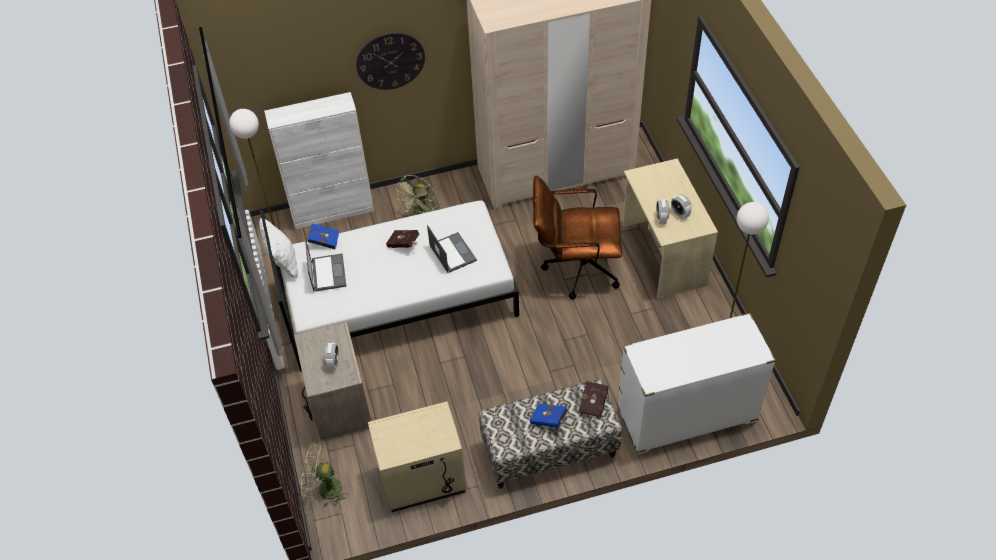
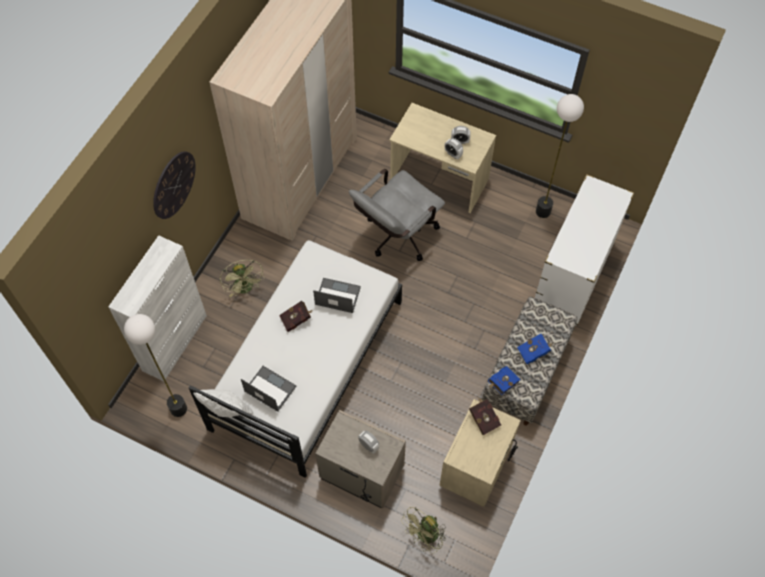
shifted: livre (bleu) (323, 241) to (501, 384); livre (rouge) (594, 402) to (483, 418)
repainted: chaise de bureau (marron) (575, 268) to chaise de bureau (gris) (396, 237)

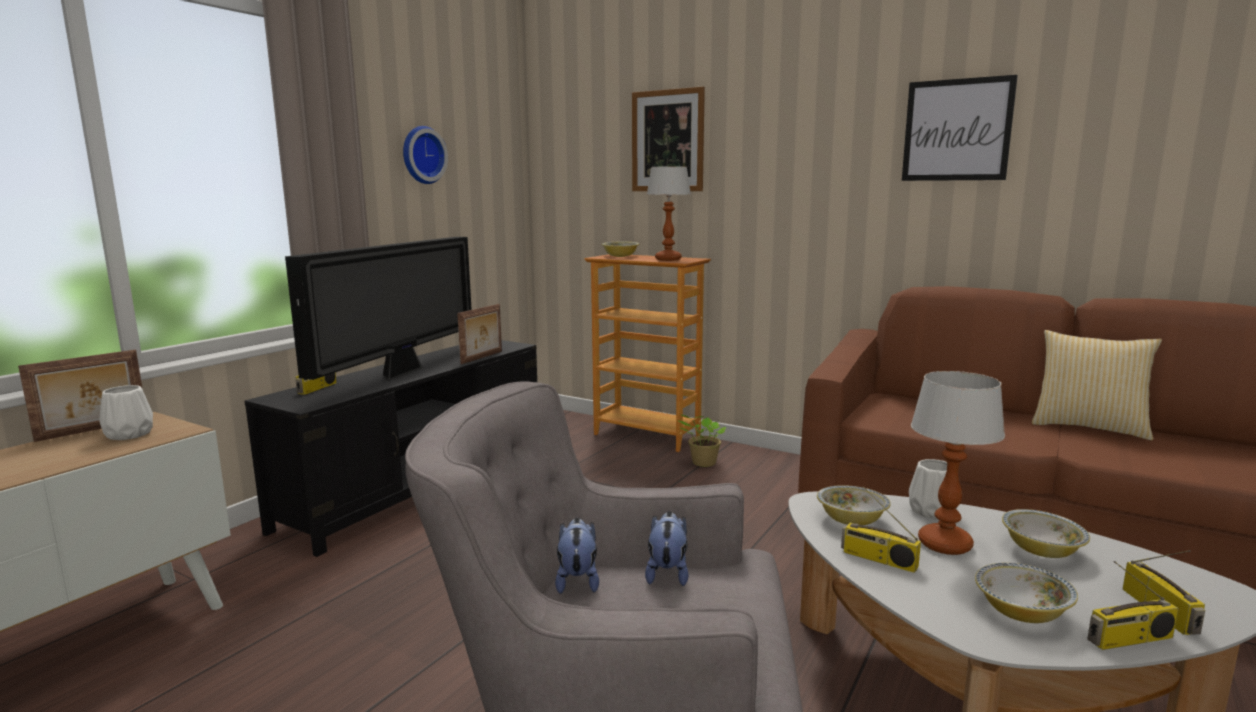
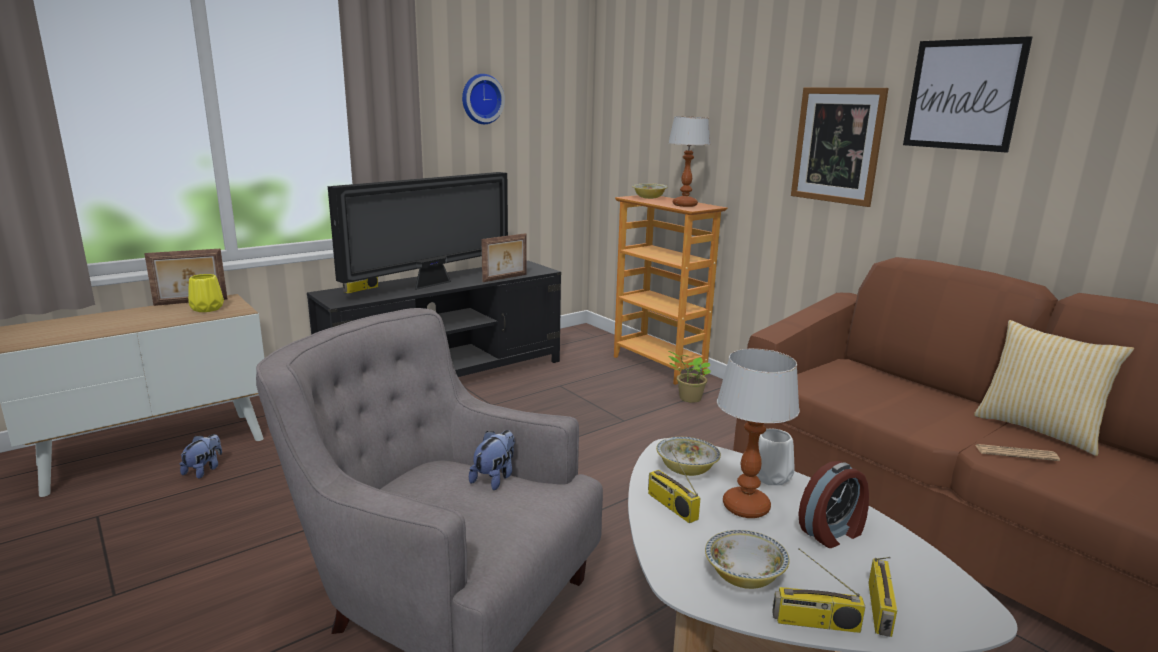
new: journal (1016, 453)
shifted: tableau (667, 141) to (837, 145); peluche (577, 580) to (204, 470)
swapped: bol (1041, 550) to réveil (832, 532)
repainted: vase (blanc) (128, 435) to vase (jaune) (206, 309)

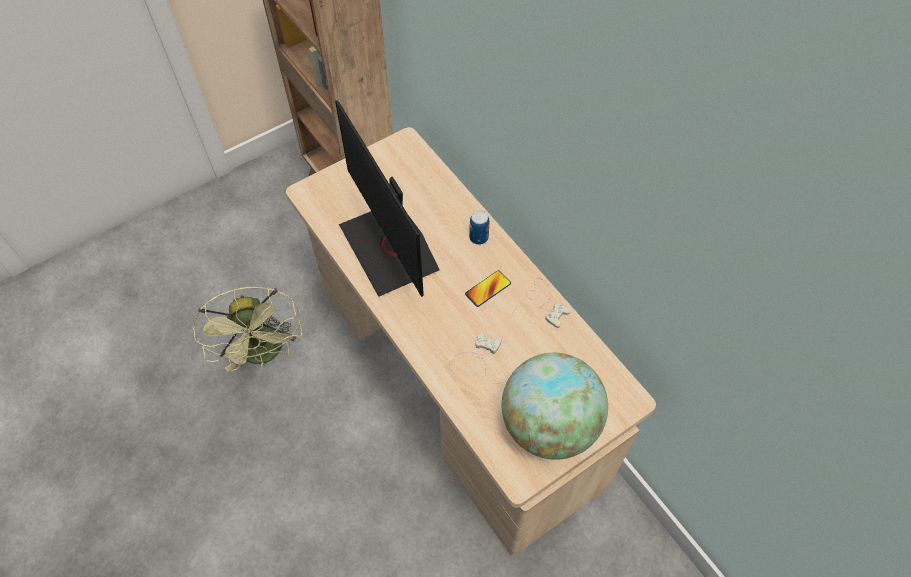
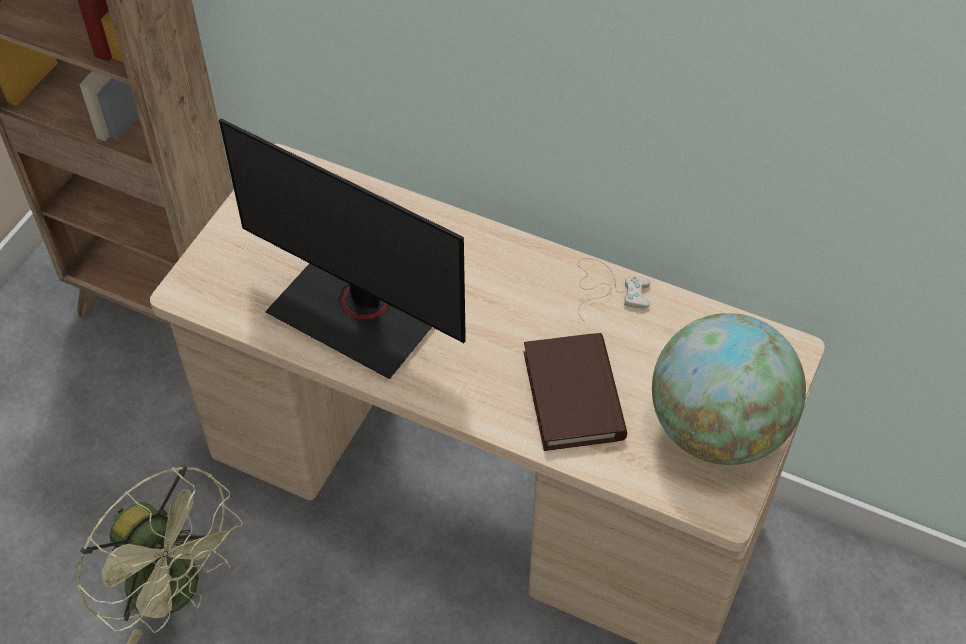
gone: boîte métallique (478, 237); téléphone (488, 289)
swapped: manette (blanc) (476, 359) to livre (marron) (573, 395)

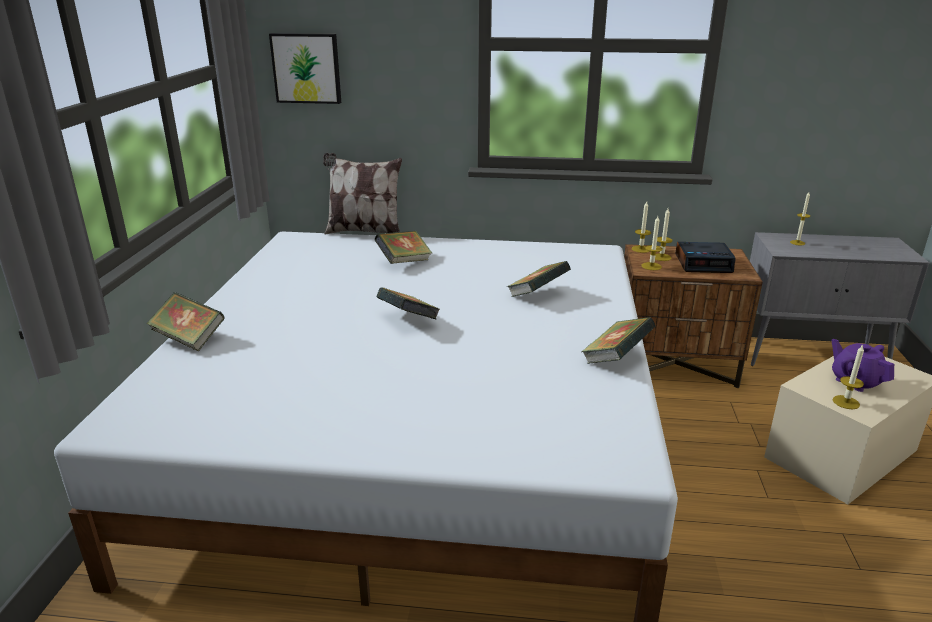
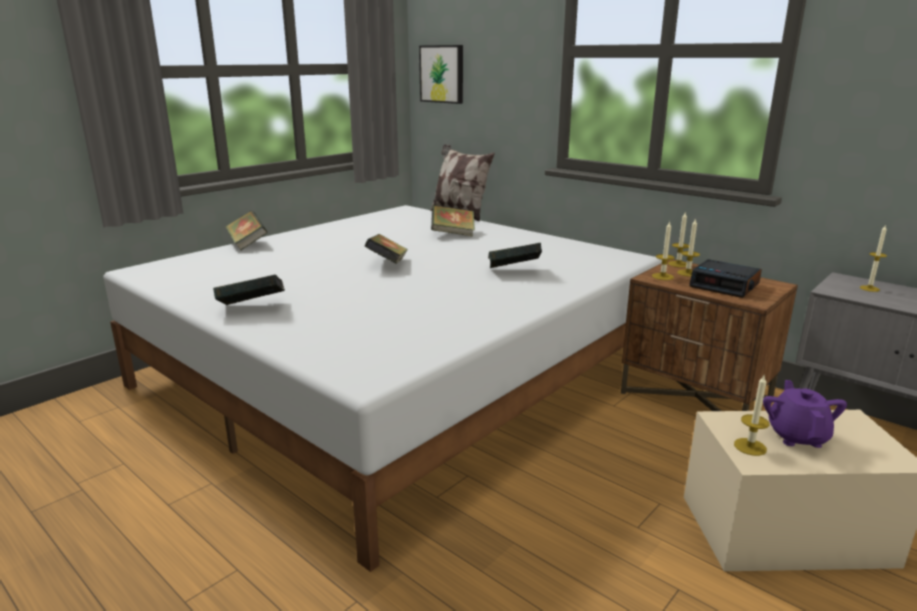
shifted: livre (616, 358) to (252, 308)

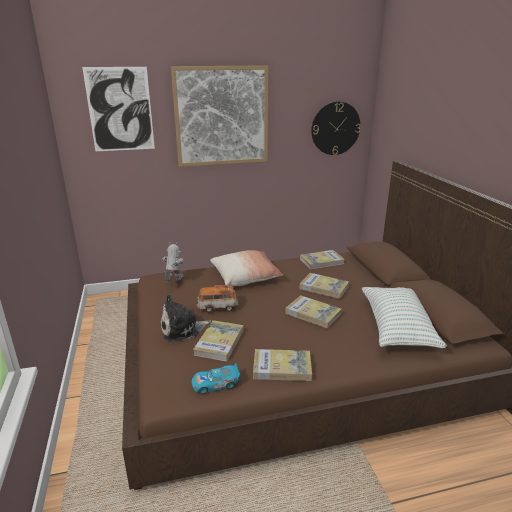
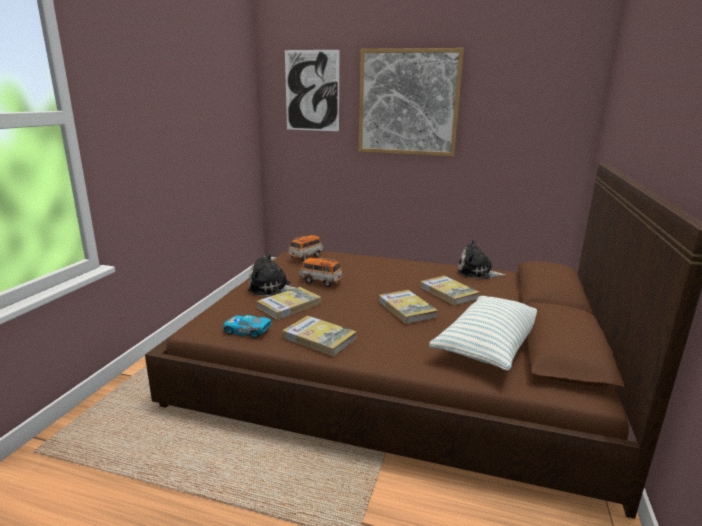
gone: horloge murale (335, 128); coussin (246, 277)
swapped: robot jouet (174, 283) to petite voiture (306, 256); livre (321, 261) to peluche (477, 272)

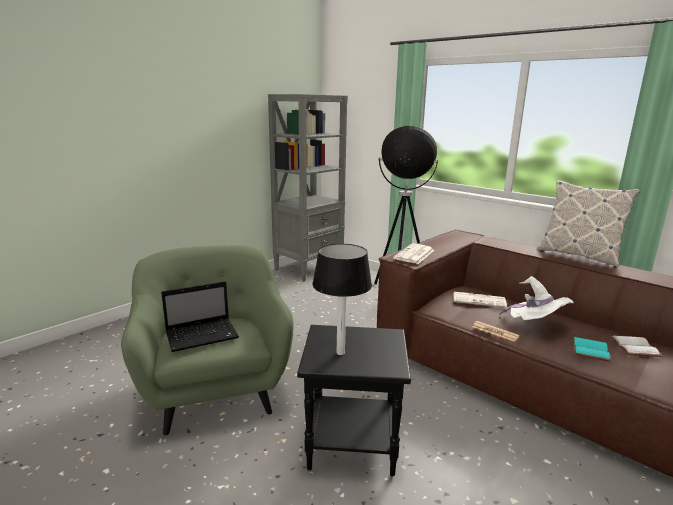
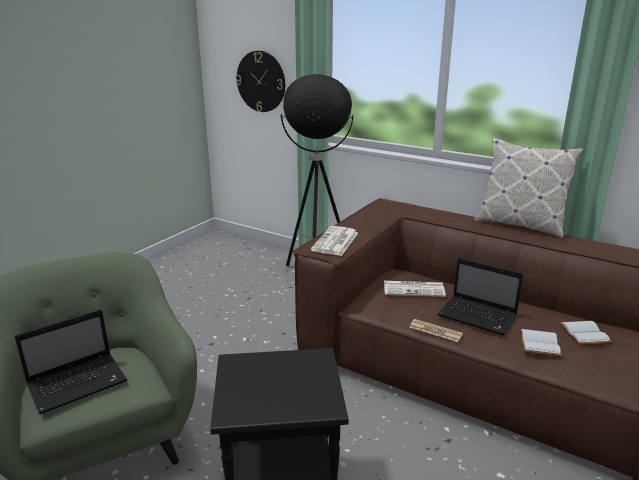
gone: bibliothèque (gris) (309, 268); lampe de table (340, 352)
new: horloge murale (261, 81)
swapped: chapeau (blanc) (535, 325) to ordinateur portable (479, 316)
repainted: livre (turquoise) (589, 349) to livre (blanc) (538, 343)

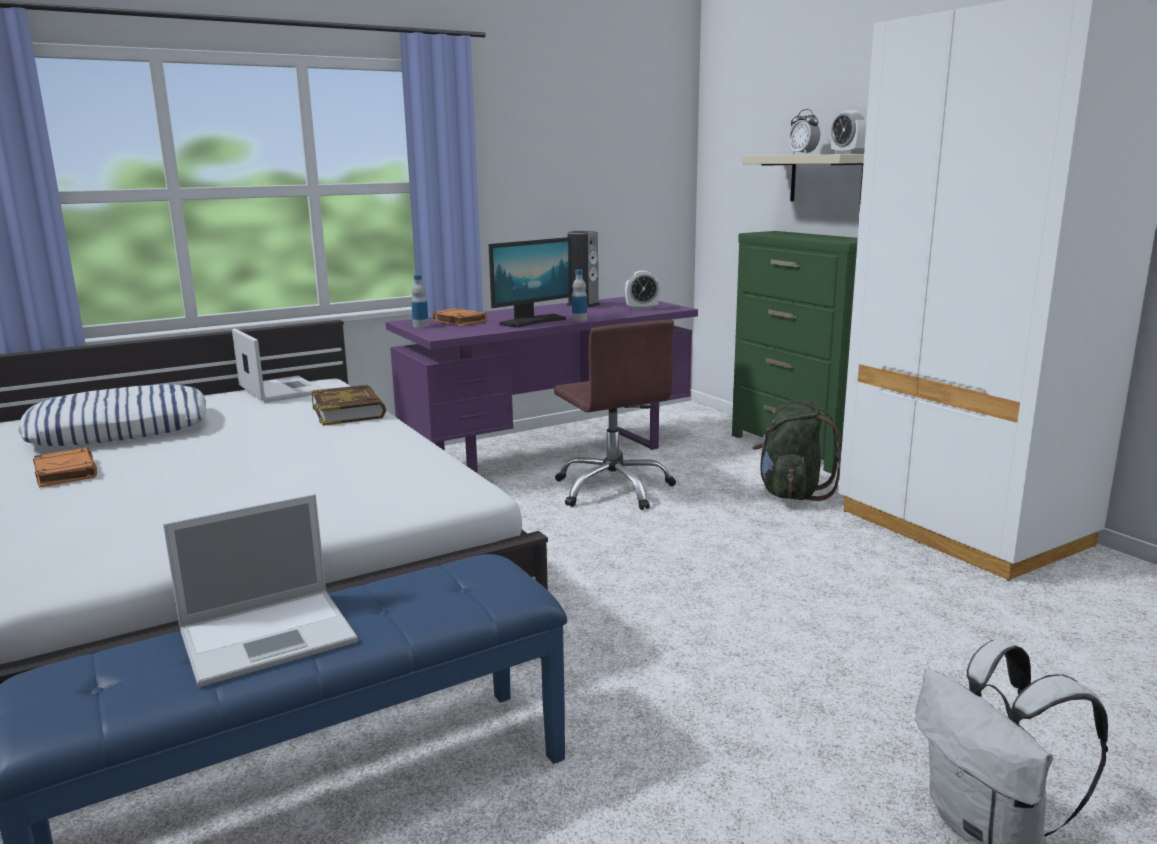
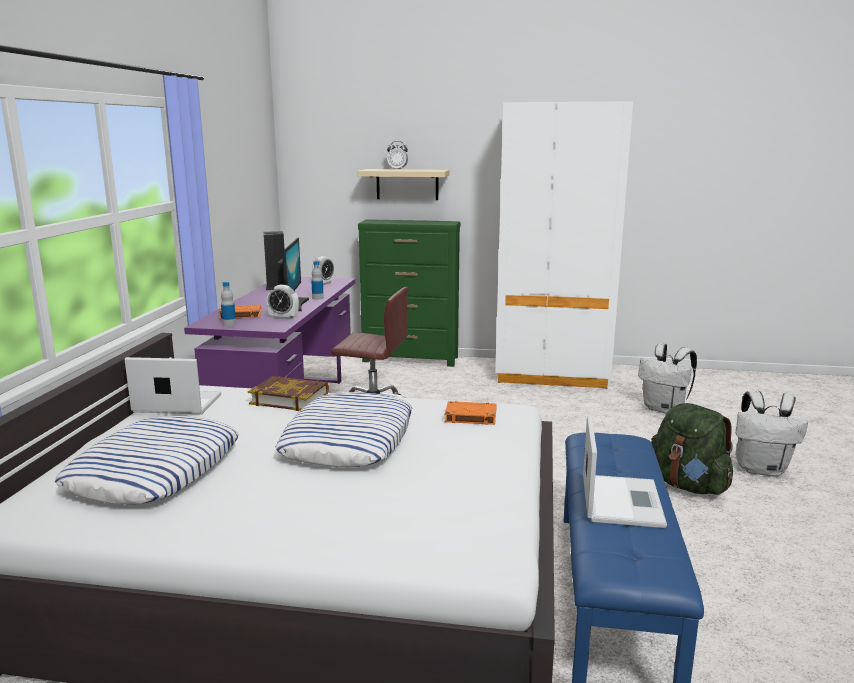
new: sac à dos (blanc) (664, 409); coussin (348, 439)
shifted: réveil (846, 153) to (283, 318); sac à dos (vert) (792, 493) to (688, 485); livre (orange) (65, 472) to (470, 417)

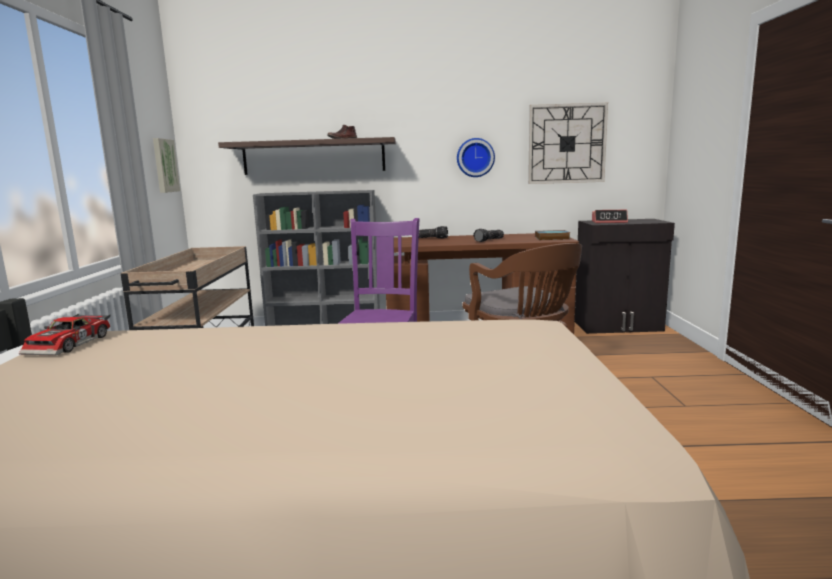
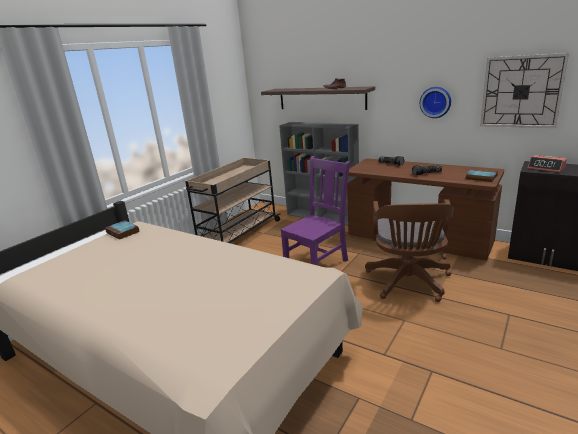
gone: tableau (164, 165)
swapped: petite voiture (71, 344) to livre (123, 232)

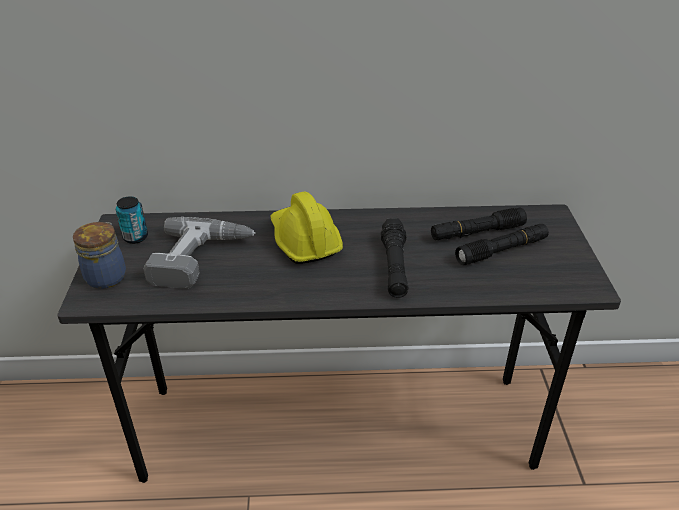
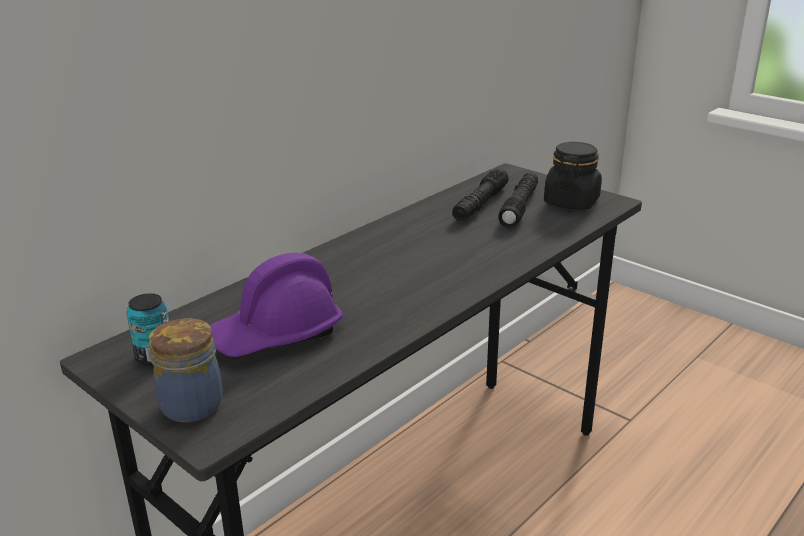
gone: casque de chantier (jaune) (304, 241); lampe de poche (noir) (394, 266)
new: bocal (noir) (571, 202)
swapped: perceuse (201, 260) to casque de chantier (violet) (276, 335)

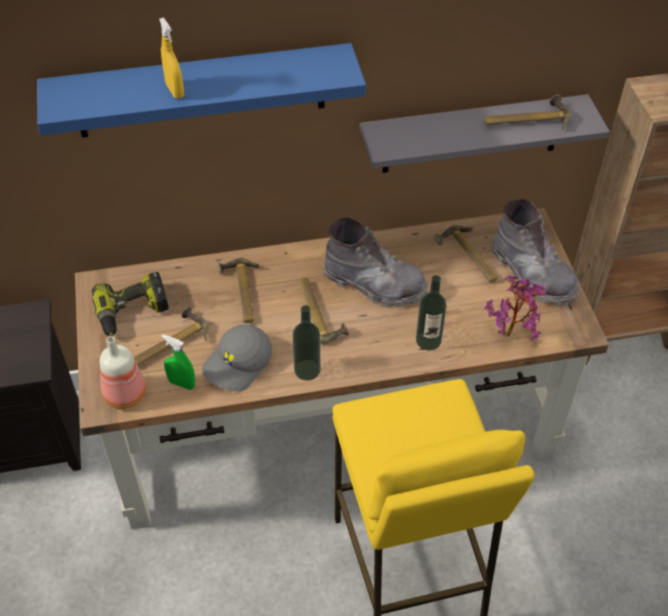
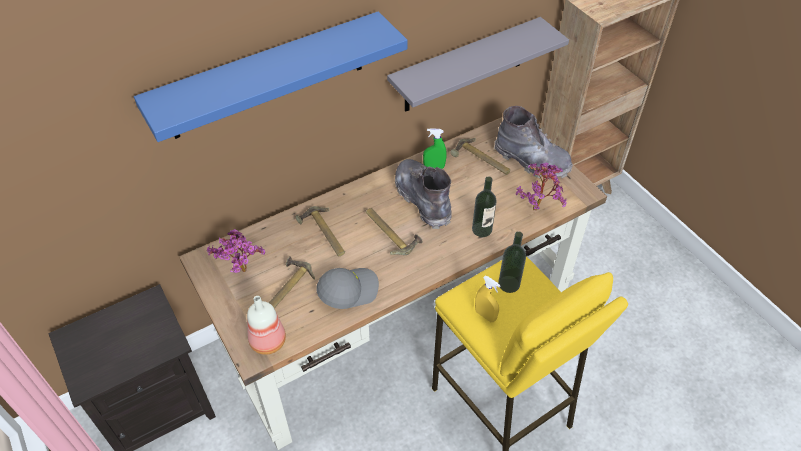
gone: marteau (526, 119)
shifted: vaporisateur (jaune) (175, 91) to (485, 315); bouteille (307, 370) to (509, 284); vaporisateur (vert) (182, 383) to (434, 167)
swapped: perceuse (132, 312) to plante en pot (242, 274)
rotated: botte (gris) (374, 284) = (422, 199) 120 degrees counterclockwise; casquette (gris) (238, 364) = (348, 290) 135 degrees counterclockwise

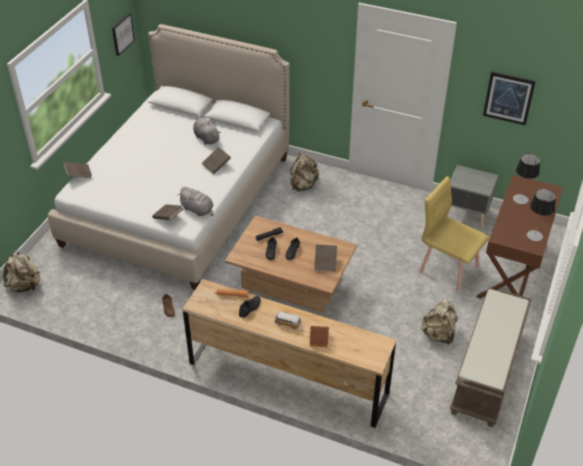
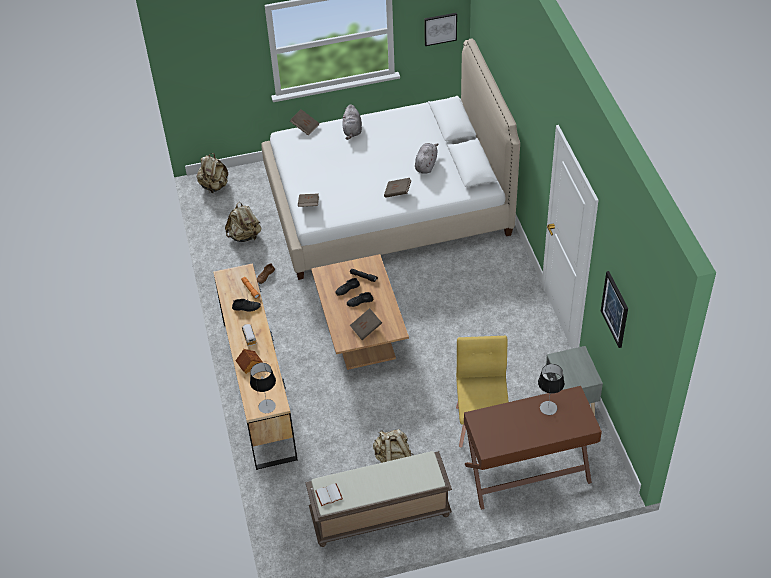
new: livre (blanc) (329, 494)
shifted: sac à dos (beige) (303, 185) to (245, 236); peluche (gris) (198, 210) to (352, 130); lampe de table (534, 235) to (267, 406)

